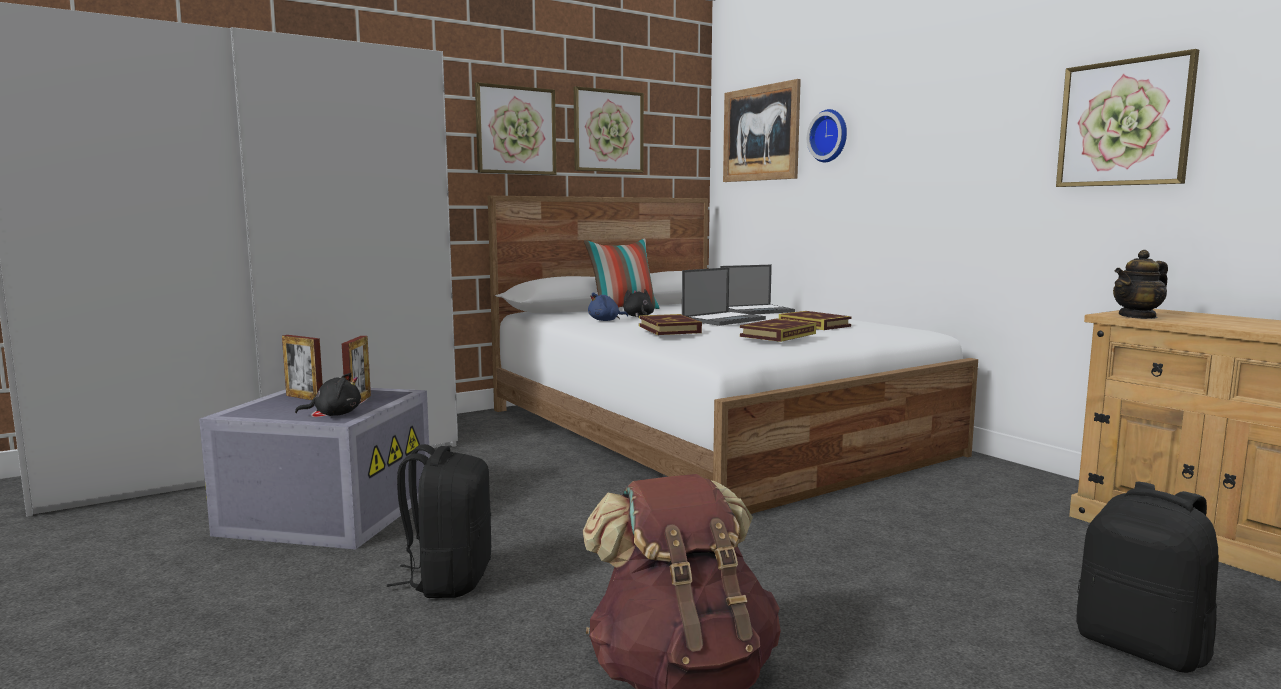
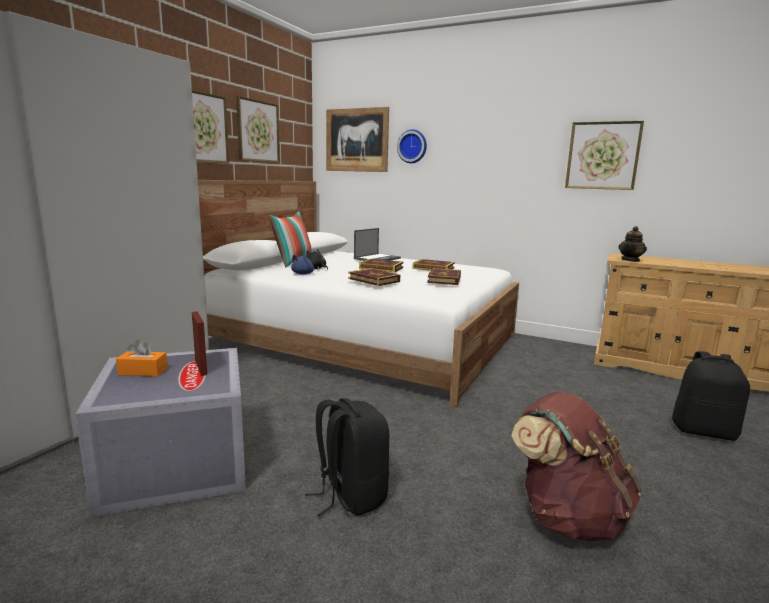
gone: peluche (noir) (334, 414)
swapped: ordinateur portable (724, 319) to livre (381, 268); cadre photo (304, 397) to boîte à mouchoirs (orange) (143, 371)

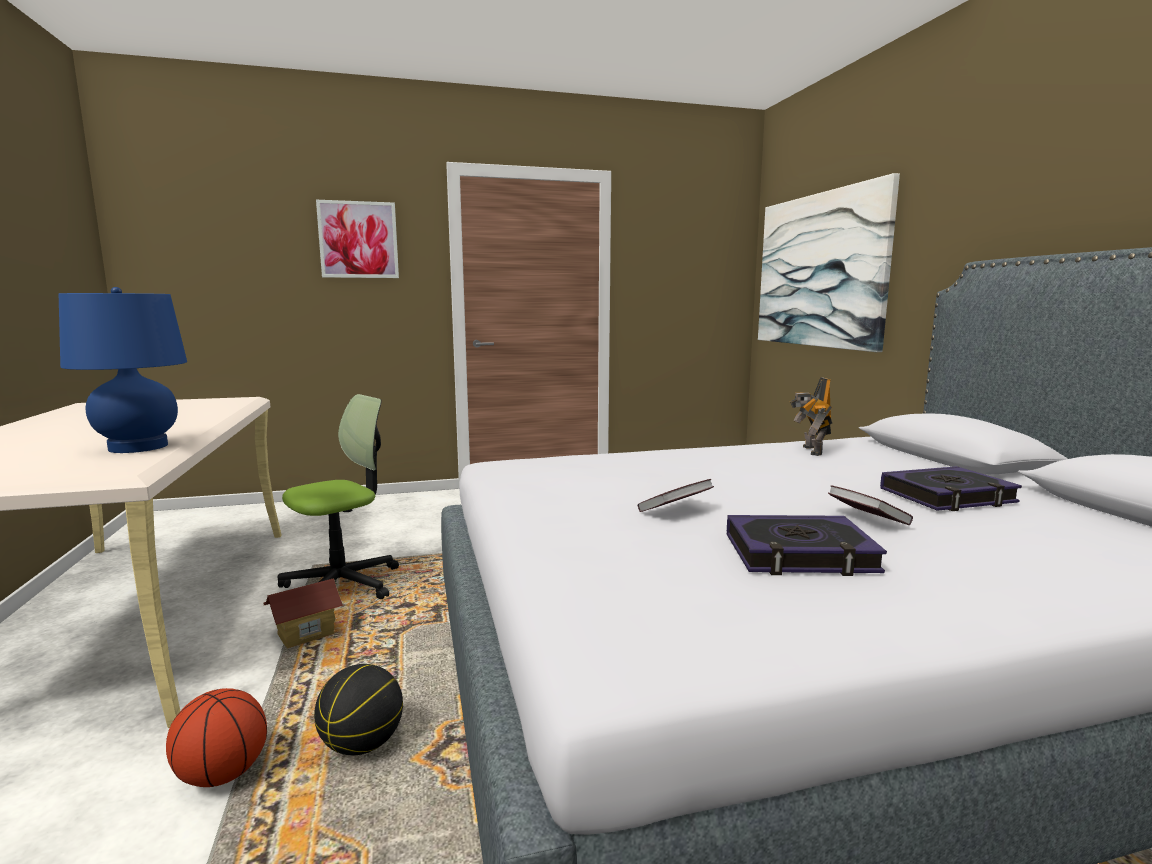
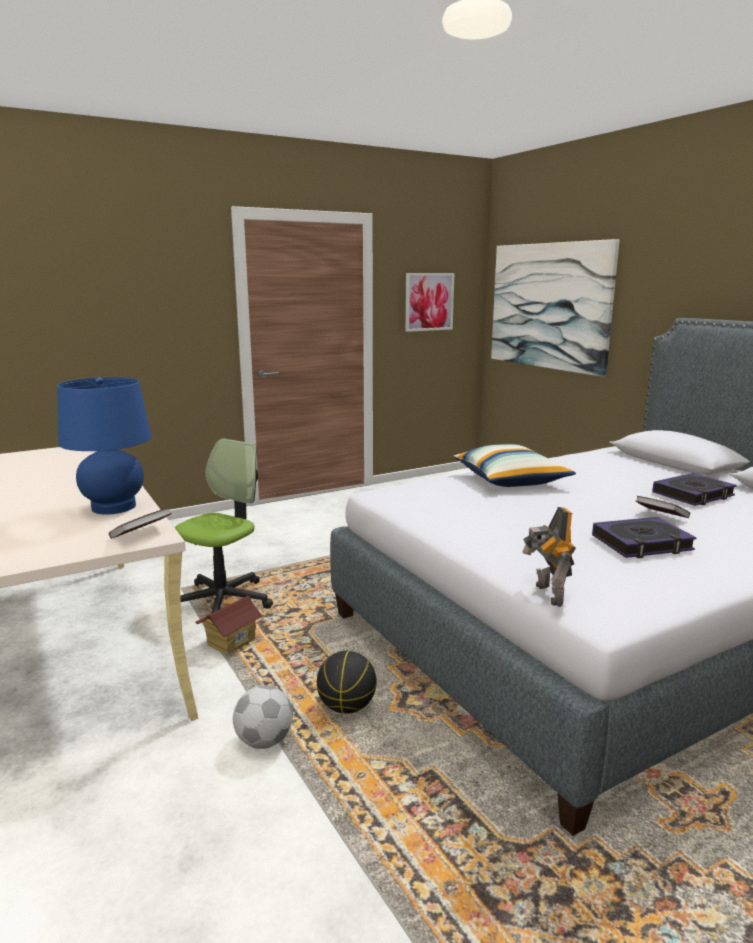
new: coussin (510, 480)
shifted: tableau (358, 240) to (429, 302); robot jouet (810, 451) to (547, 595); livre (675, 510) to (141, 534)
swapped: ballon de basket (222, 775) to ballon de foot (265, 741)

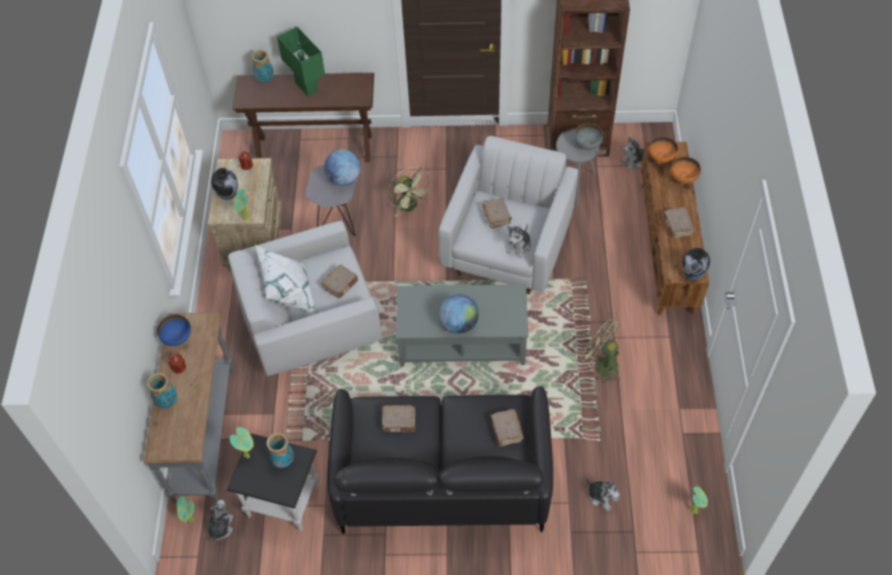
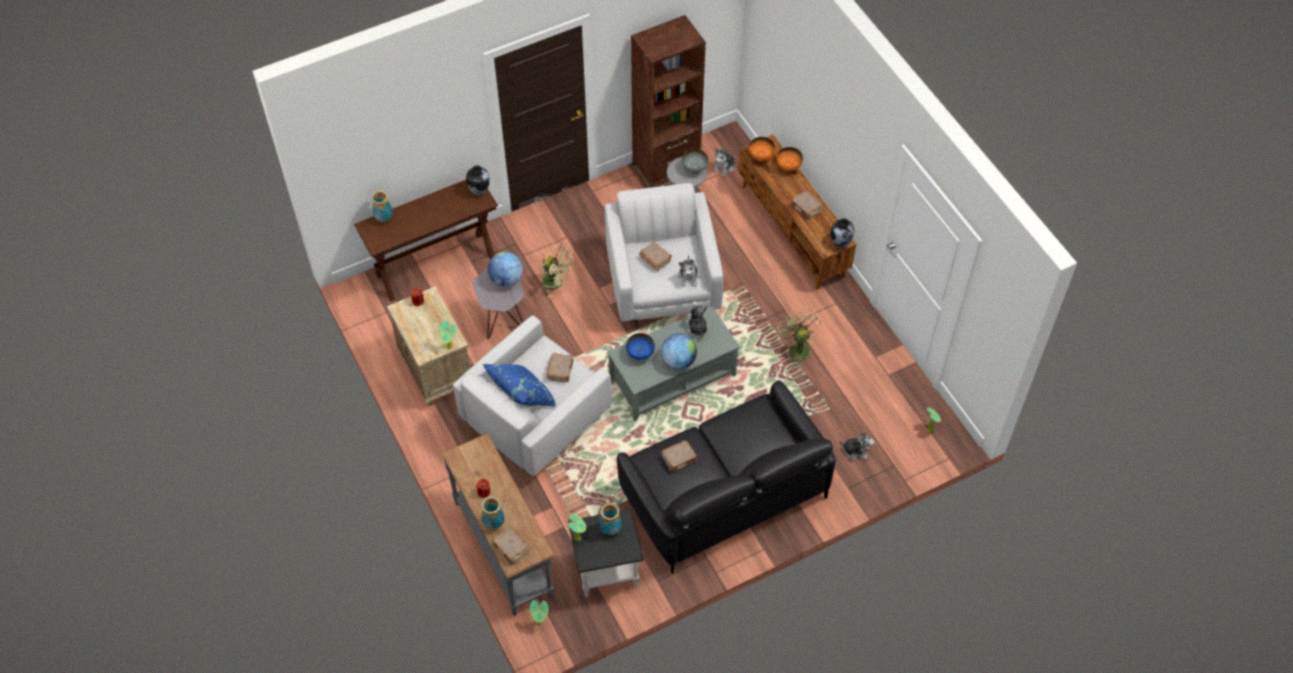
gone: lampe de table (vert) (306, 87)
shifted: vase (228, 195) to (479, 191); bol (bleu) (177, 338) to (640, 354); livre (marron) (506, 431) to (512, 549); peluche (220, 527) to (697, 328)
repainted: coussin (blanc) (289, 294) to coussin (bleu) (521, 397)
rotated: ventilateur (vert) (601, 364) = (796, 348) 60 degrees clockwise

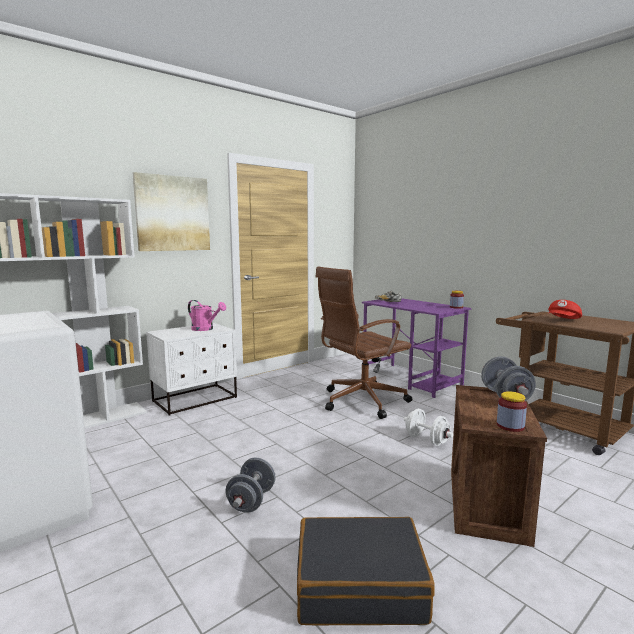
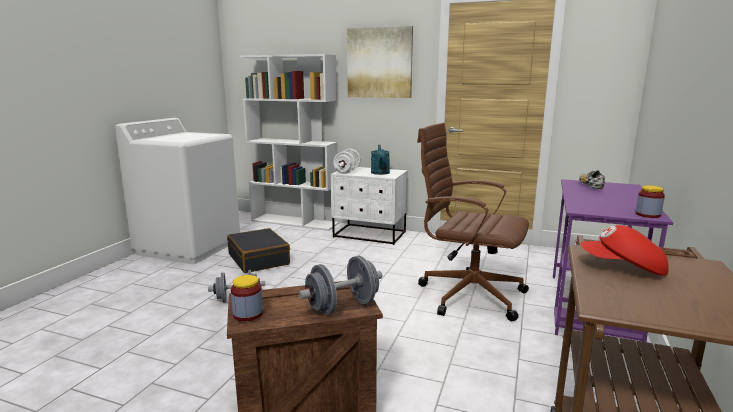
shifted: haltère (blanc) (426, 440) to (347, 171); valise (noir) (360, 584) to (259, 259)
repainted: arrosoir (rose) (205, 329) to arrosoir (turquoise) (380, 173)

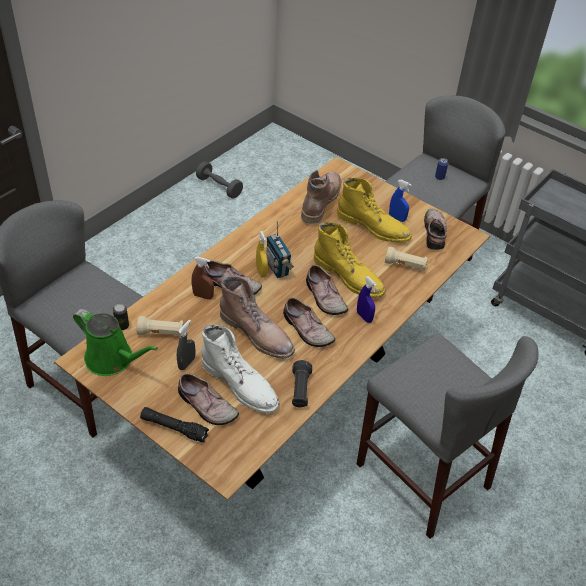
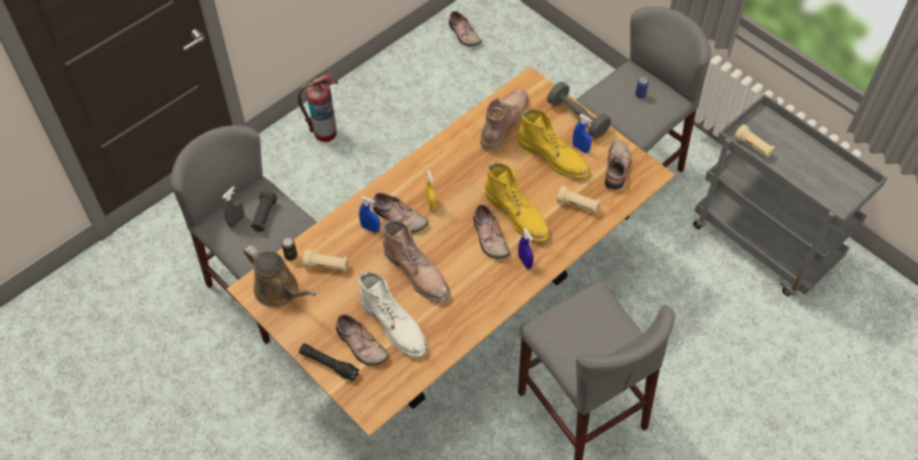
gone: radio (278, 269)
new: extincteur (325, 133); lampe de poche (beige) (753, 147)
shifted: haltère (gris) (219, 187) to (577, 118); chaussure (306, 330) to (463, 34); vaporisateur (gris) (186, 363) to (236, 221); lampe de poche (noir) (300, 390) to (264, 216)
repainted: vaporisateur (marron) (203, 296) to vaporisateur (bleu) (370, 228); arrosoir (vert) (113, 359) to arrosoir (marron) (279, 291)

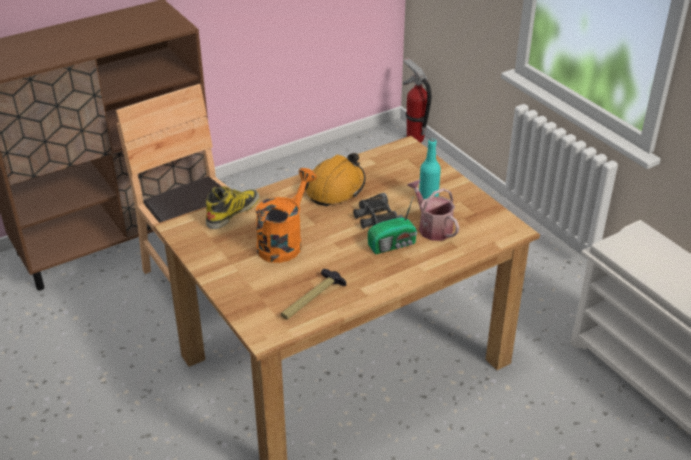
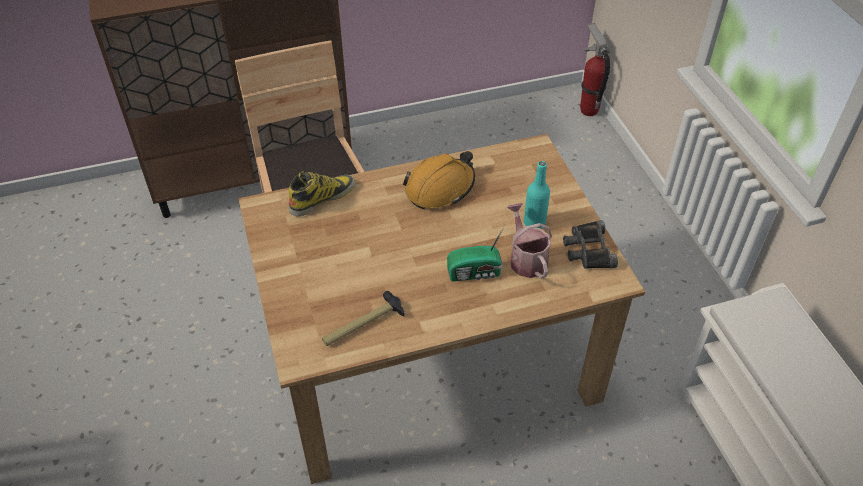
gone: arrosoir (orange) (283, 242)
shifted: jumelles (noir) (377, 218) to (588, 250)

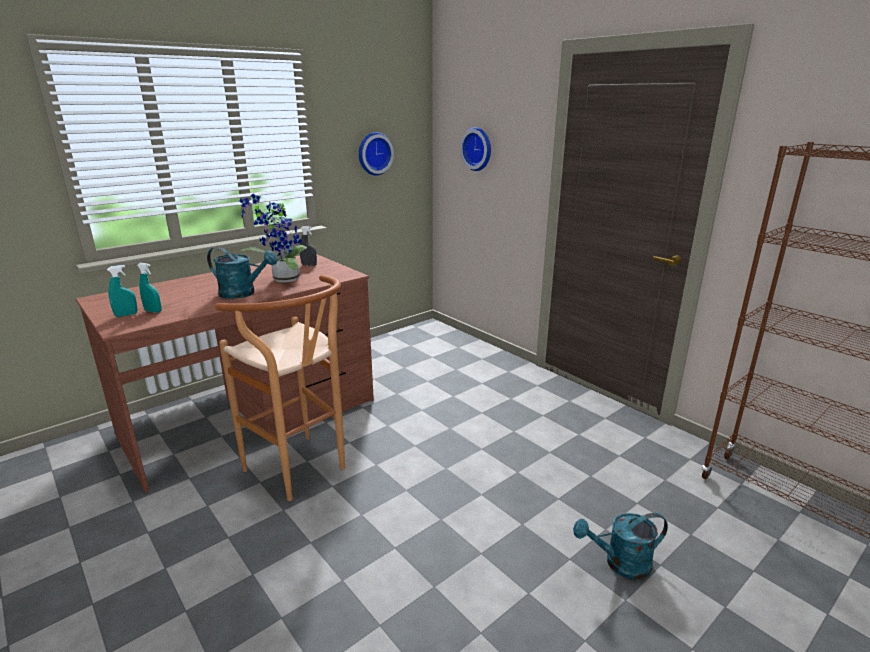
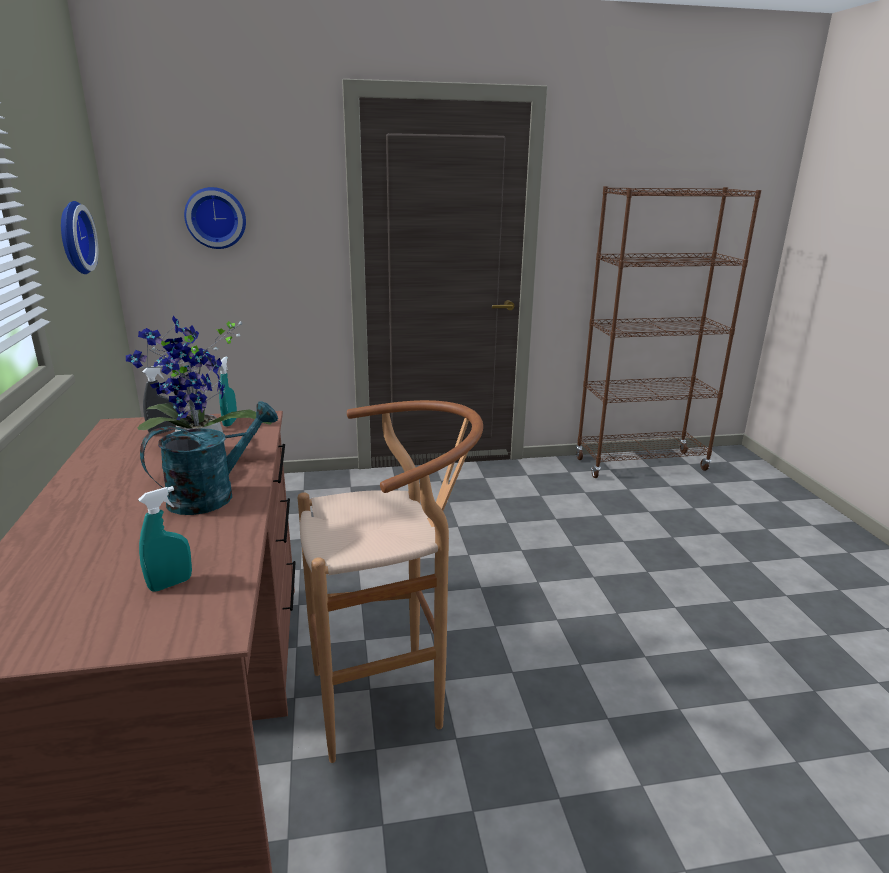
gone: arrosoir (turquoise) (620, 563)
shifted: vaporisateur (turquoise) (126, 315) to (230, 422)

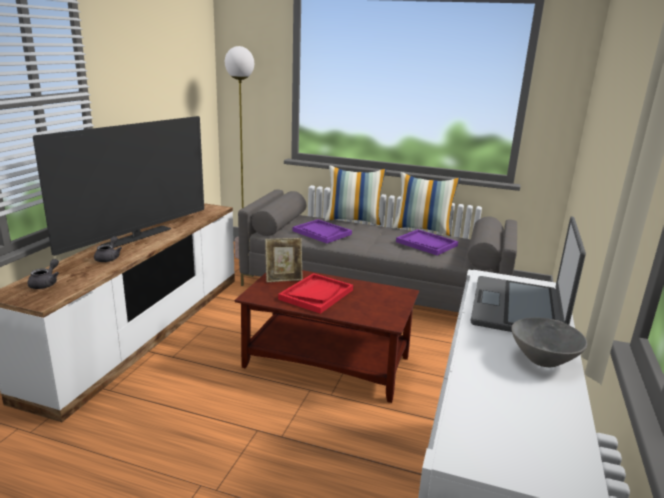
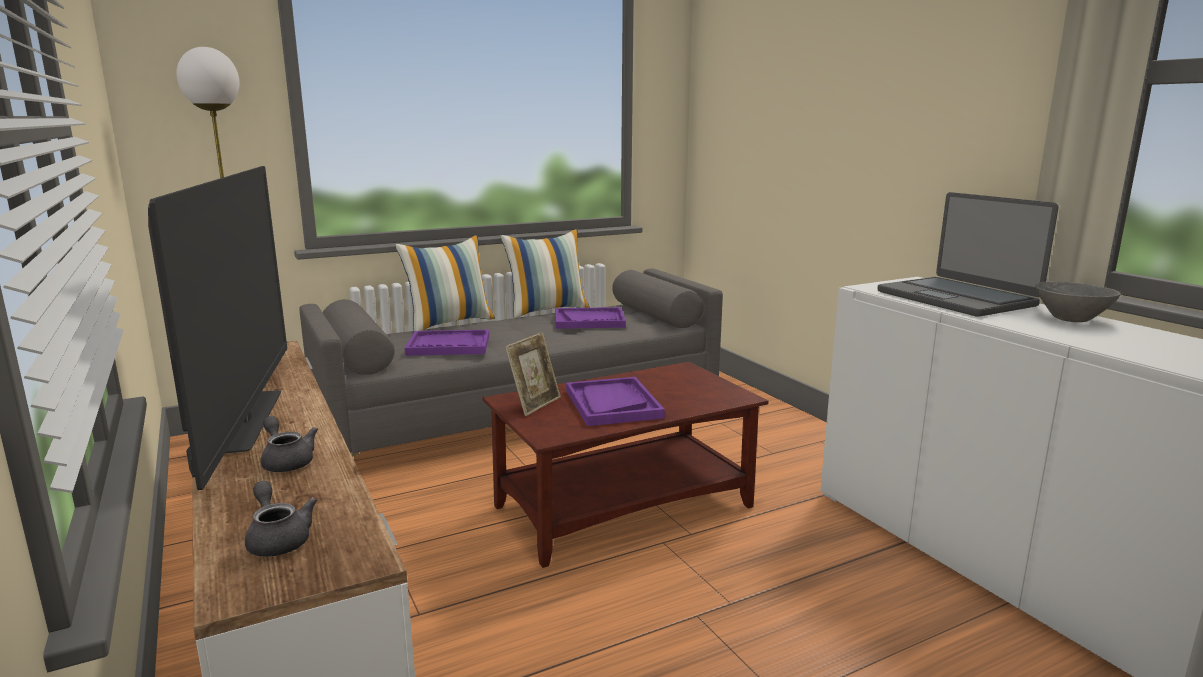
repainted: plateau (rouge) (316, 294) to plateau (violet) (612, 404)

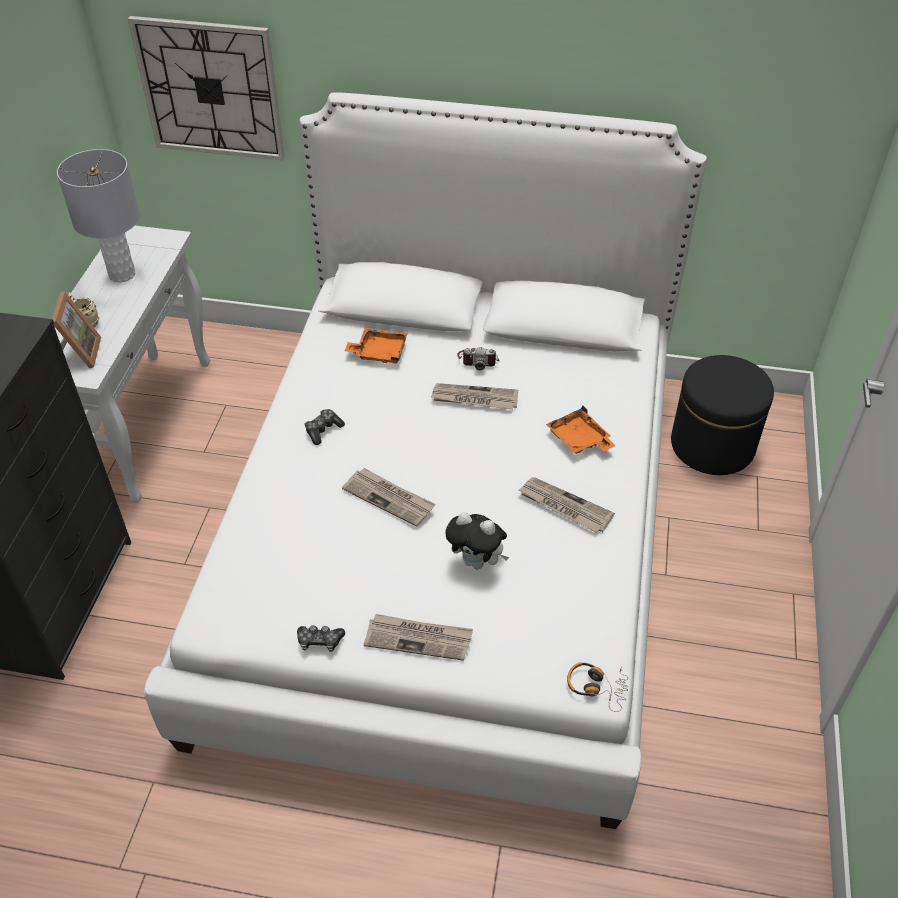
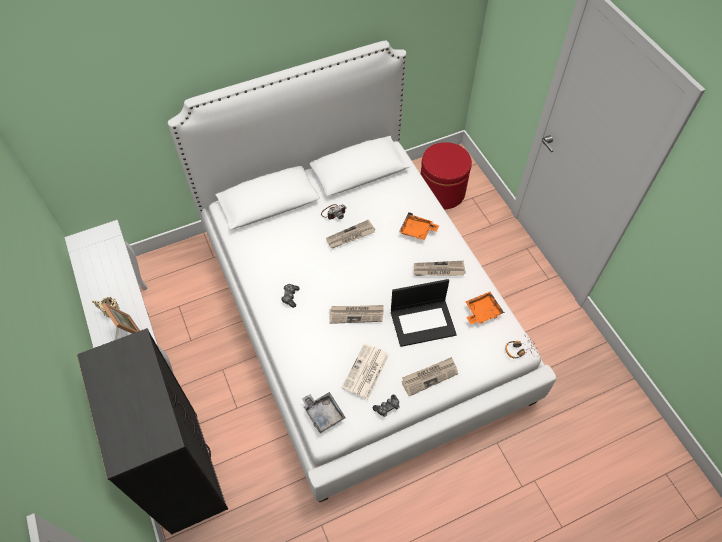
gone: horloge murale (210, 89); lampe de table (gris) (121, 274)
new: journal (366, 372); plateau (gris) (323, 413)
shifted: plateau (orange) (379, 352) to (482, 311)
swapped: peluche (477, 562) to ordinateur portable (423, 322)
repainted: pouf (noir) (712, 445) to pouf (rouge) (441, 192)

